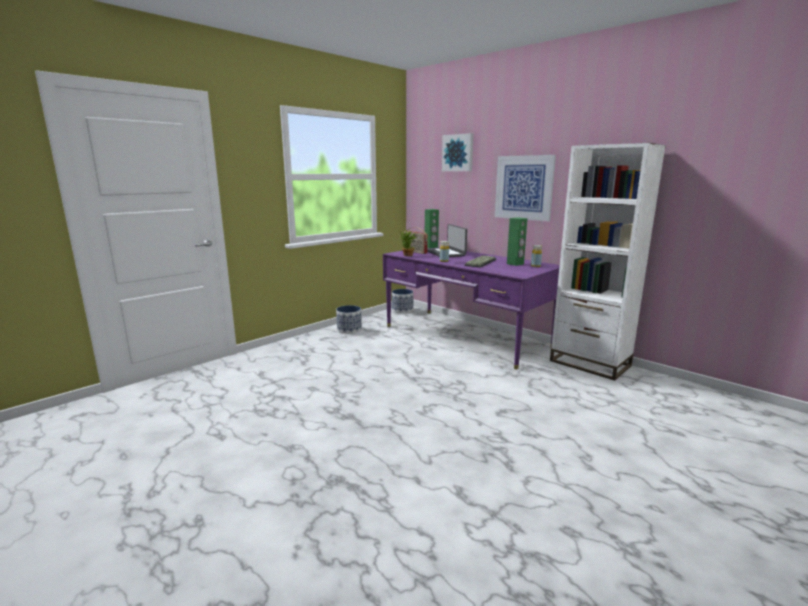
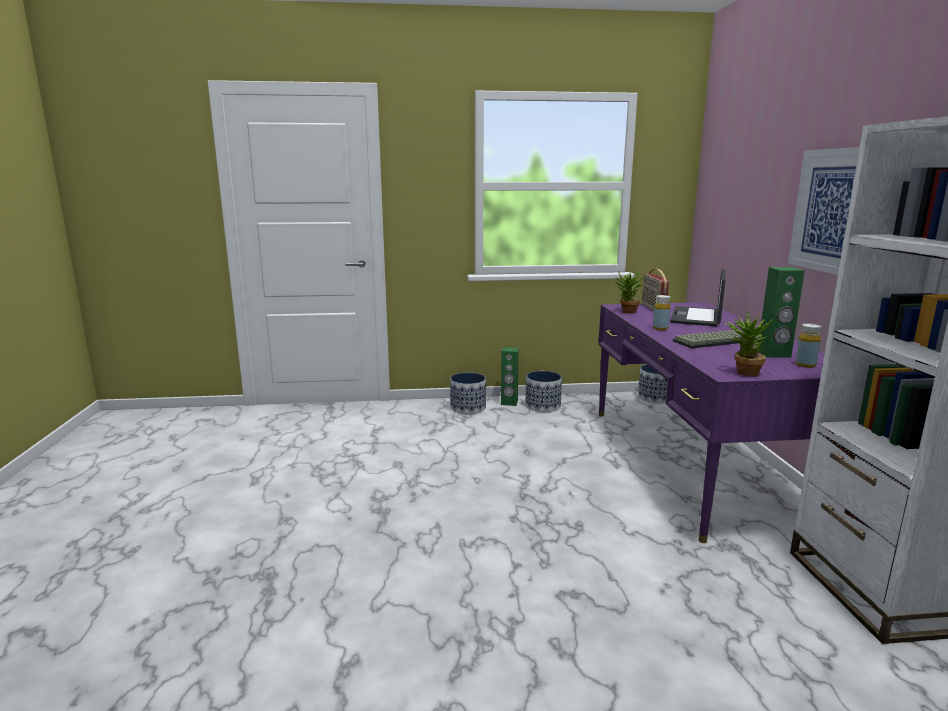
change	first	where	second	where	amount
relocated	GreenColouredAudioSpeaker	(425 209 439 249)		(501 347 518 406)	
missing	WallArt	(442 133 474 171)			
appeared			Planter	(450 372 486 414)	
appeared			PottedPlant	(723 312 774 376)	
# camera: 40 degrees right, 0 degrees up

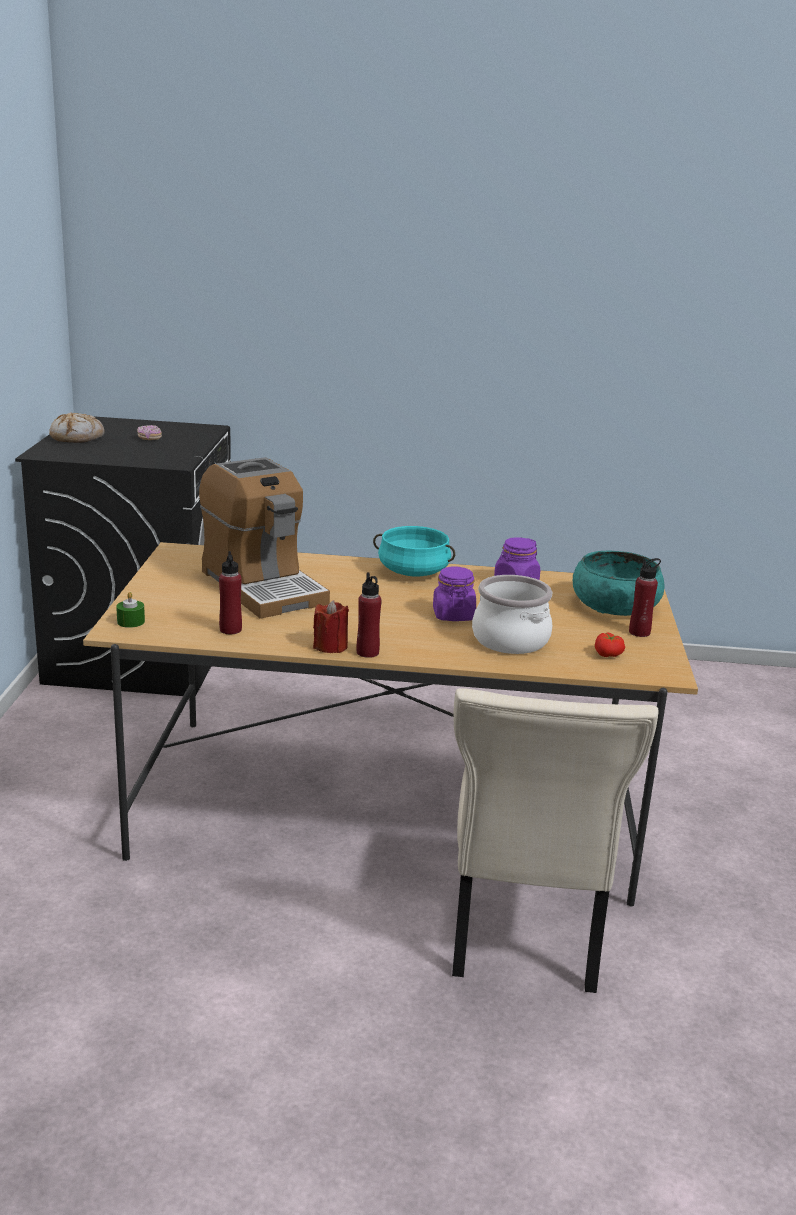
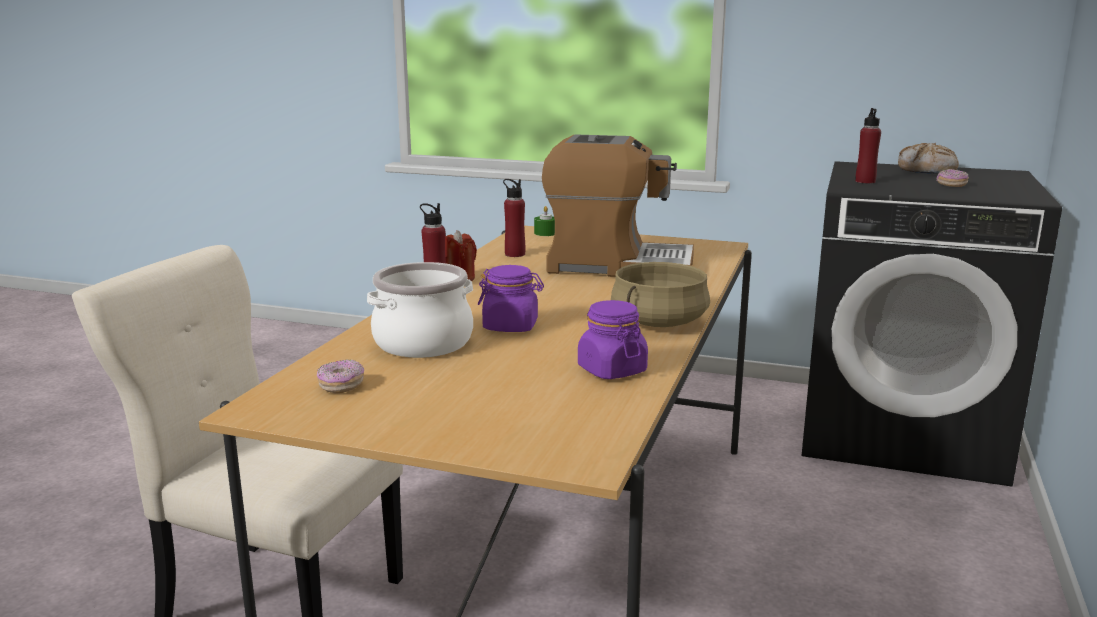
change	first	where	second	where	amount
spun	CoffeeBrewer	(199 457 330 619)		(542 134 694 277)	150 degrees counterclockwise
colour	BlueGreenSaucepot	(373 526 455 577)	BeigeColouredSaucepot	(611 262 710 327)	
missing	BlueGreenServingBowl	(573 550 665 616)			
exchanged	WholeTomato	(595 632 625 657)	Donut	(317 359 364 393)	
relocated	RedBottle	(629 558 661 637)		(855 108 881 184)	
# camera: 105 degrees right, 5 degrees down

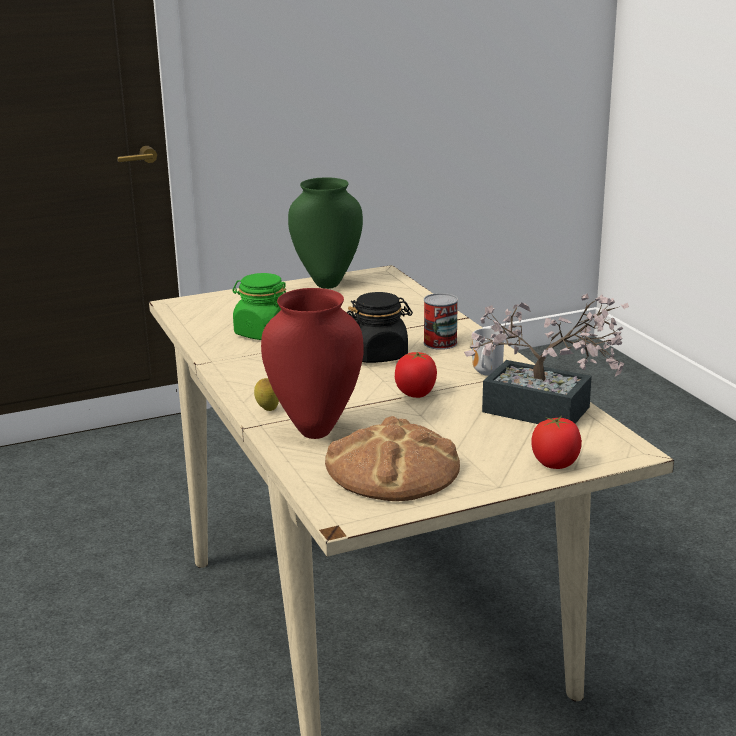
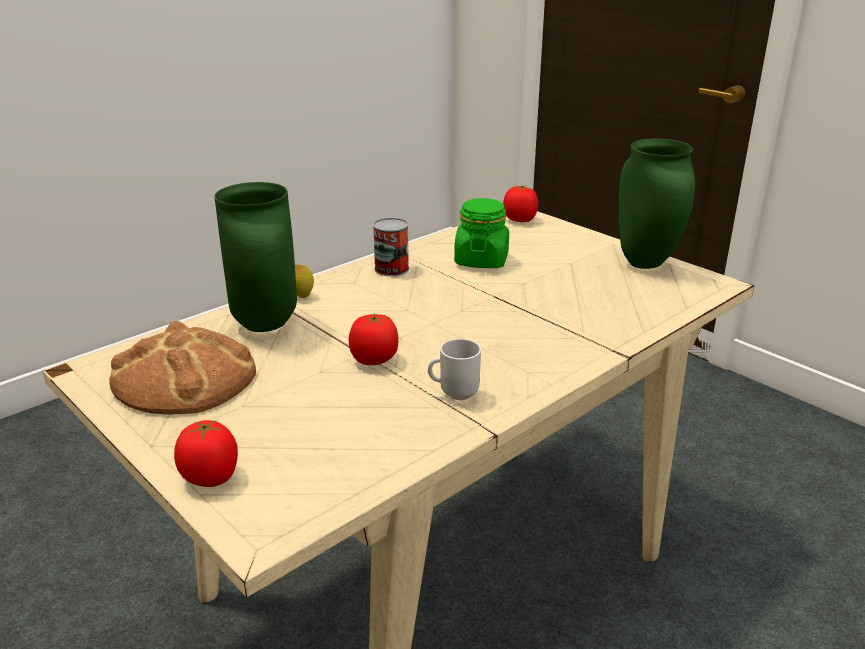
change	first	where	second	where	amount
colour	RedDecorativeVase	(261 288 364 439)	GreenColouredDecorativeVase	(215 182 297 332)	
missing	BlackishPreserveJar	(347 292 413 363)			
relocated	MetalCan	(424 293 458 350)		(373 218 409 276)	
missing	PottedPlant	(464 294 629 424)			
appeared			WholeTomato	(503 185 538 222)	
# camera: 70 degrees right, 5 degrees up

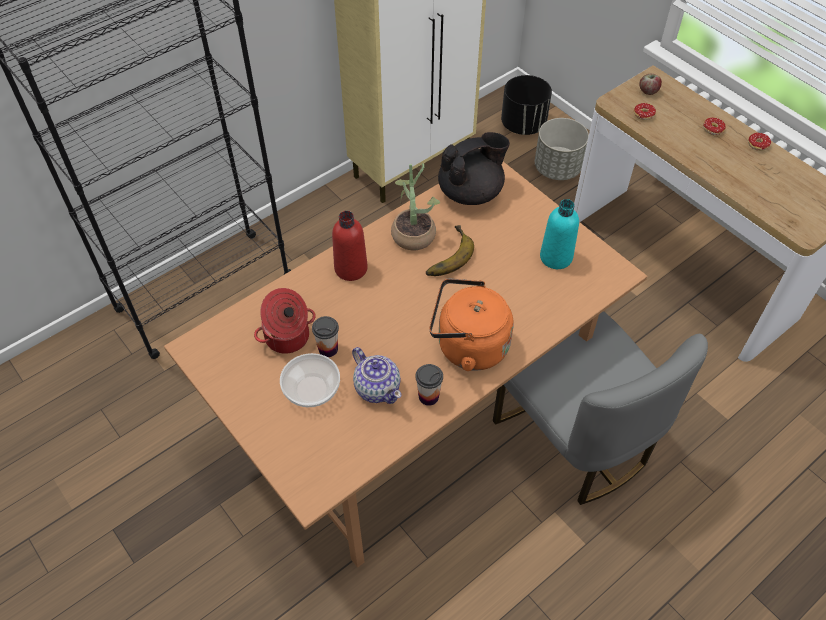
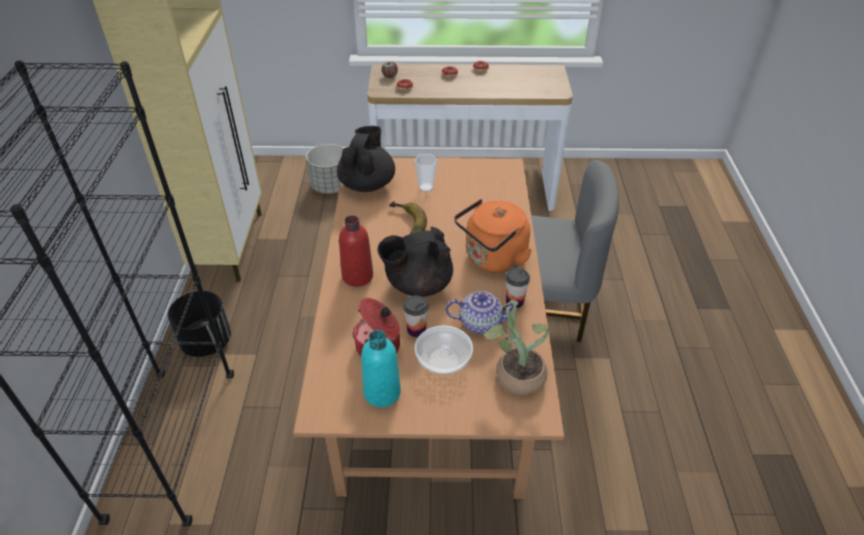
change	first	where	second	where	amount
relocated	PottedPlant	(391 163 440 250)		(482 299 548 395)	
relocated	BlackishPlanter	(501 75 552 135)		(168 291 231 357)	
relocated	BlueGreenBottle	(540 199 579 269)		(361 330 401 407)	
appeared			BlackishTeapot	(377 227 453 297)	
appeared			DrinkingCup	(415 154 437 192)	
# camera: 50 degrees left, 10 degrees down

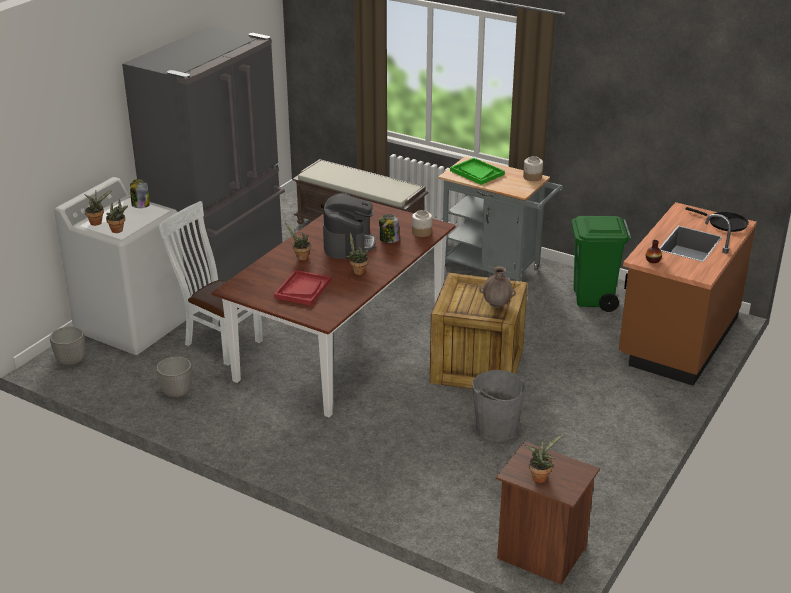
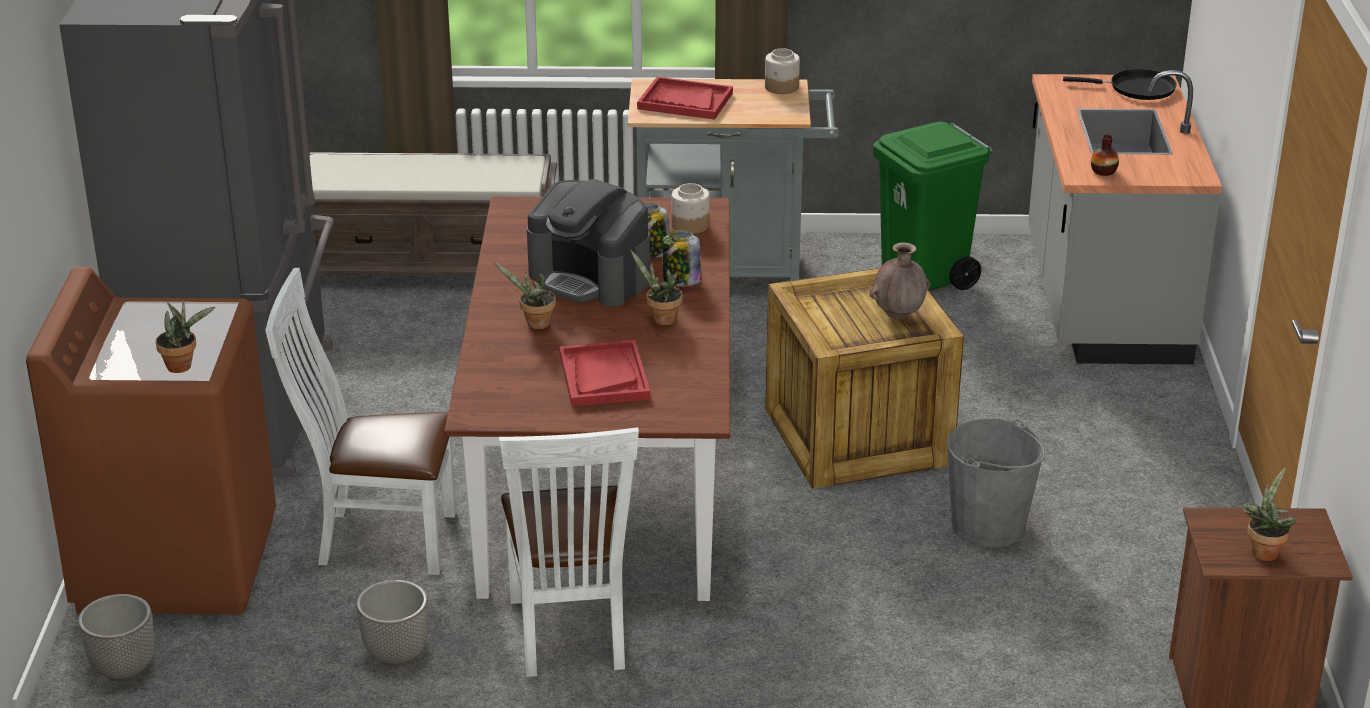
change	first	where	second	where	amount
colour	WhitishWashingMachine	(54 177 186 355)	BrownWashingMachine	(26 267 276 615)	
missing	PottedPlant	(84 190 113 226)			
relocated	PreserveJar	(130 179 150 208)		(662 230 701 286)	
spun	CoffeeBrewer	(323 193 376 259)		(527 179 650 307)	150 degrees clockwise
colour	GreenColouredTray	(450 158 505 185)	RedTray	(637 77 733 120)	
colour	BrownCounter	(619 202 757 386)	GreyishCounter	(1028 70 1222 364)	
appeared			WhitishPlainChair	(499 427 639 677)	
# camera: 30 degrees left, 0 degrees up

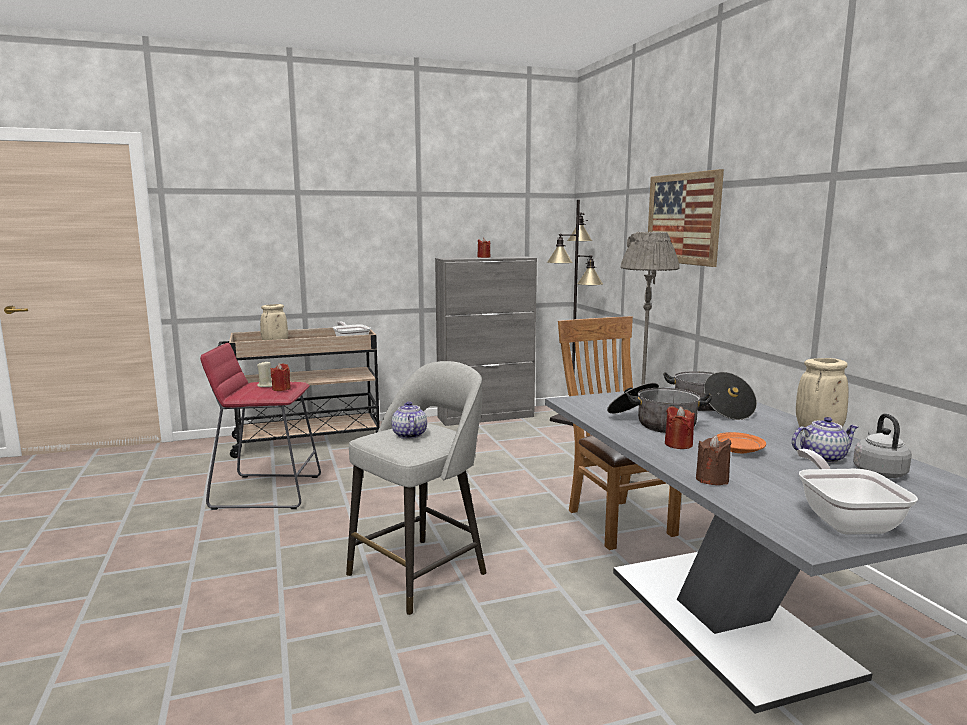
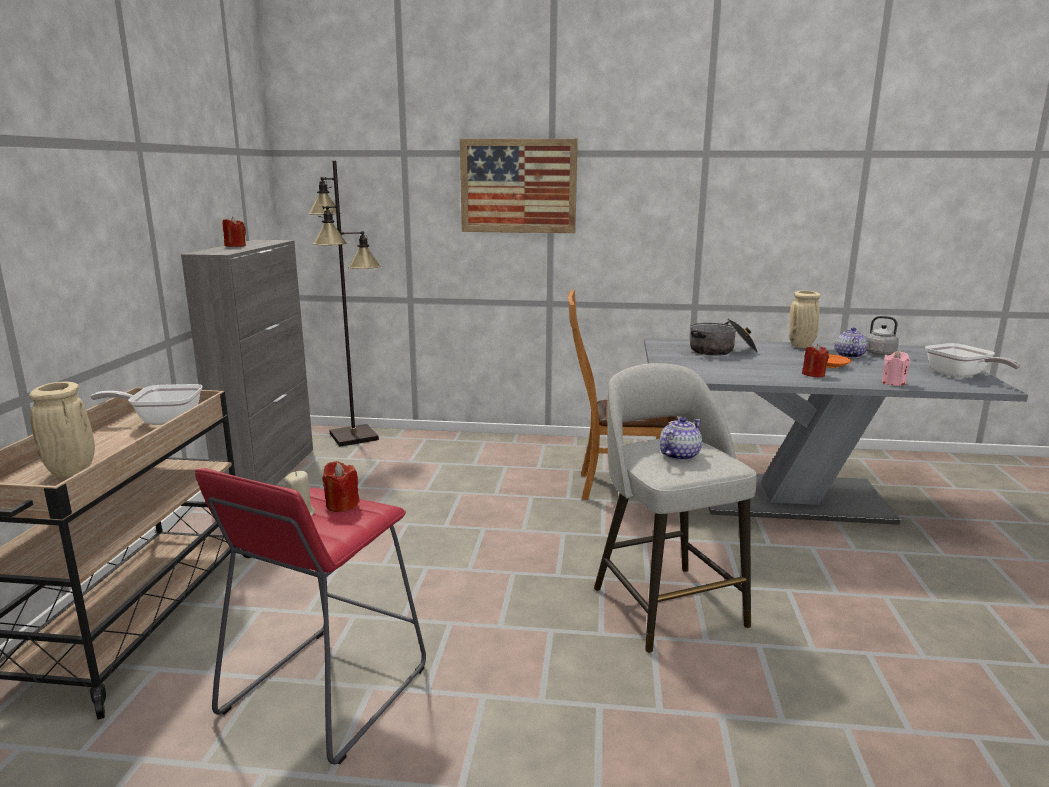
change	first	where	second	where	amount
spun	Teapot	(391 401 427 439)		(660 417 702 461)	120 degrees clockwise
missing	Saucepot	(607 383 712 433)			
missing	GreyishStandingLamp	(620 232 680 483)			
colour	BrownWaxCandle	(696 435 731 485)	PinkColouredWaxCandle	(881 351 910 386)	
spun	Pan	(797 449 918 534)		(925 343 1020 378)	135 degrees counterclockwise
# camera: 65 degrees left, 5 degrees up

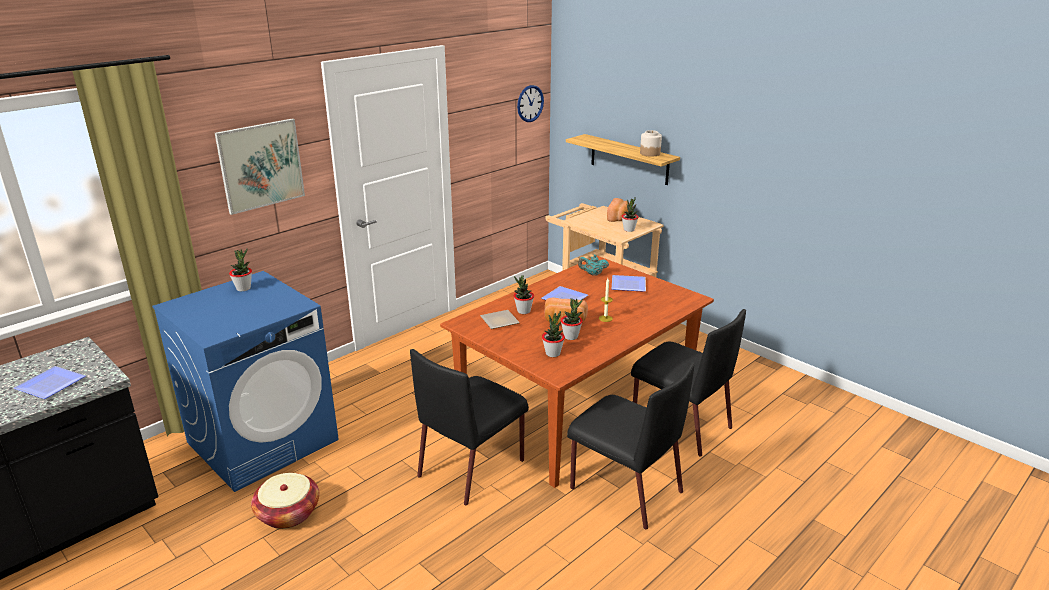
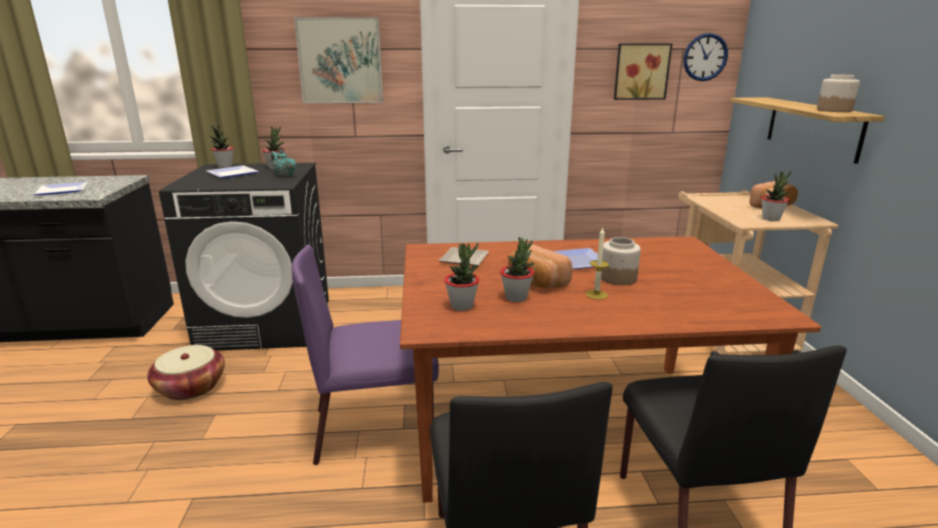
change	first	where	second	where	amount
colour	BlueColouredWashingMachine	(152 271 339 492)	BlackishWashingMachine	(159 163 329 350)	
colour	BlackishPlainChair	(410 349 529 506)	PurplishPlainChair	(291 245 439 465)	
relocated	PottedPlant	(514 275 534 314)		(210 125 234 168)	
relocated	BlueGreenTeapot	(578 254 609 276)		(271 150 297 177)	
relocated	Plate	(612 275 646 292)		(206 165 259 178)	
appeared			PreserveJar	(601 237 641 285)	
appeared			WallArt	(614 43 672 100)	
# camera: 40 degrees right, 5 degrees down

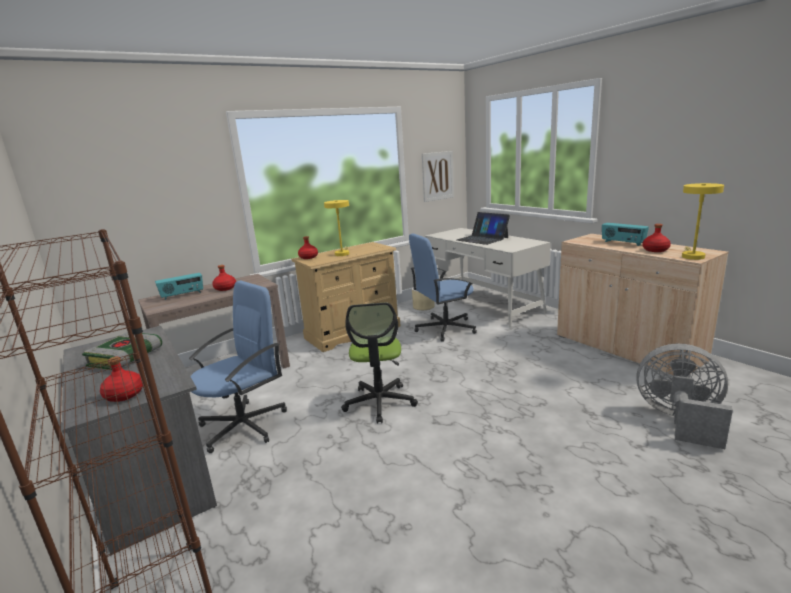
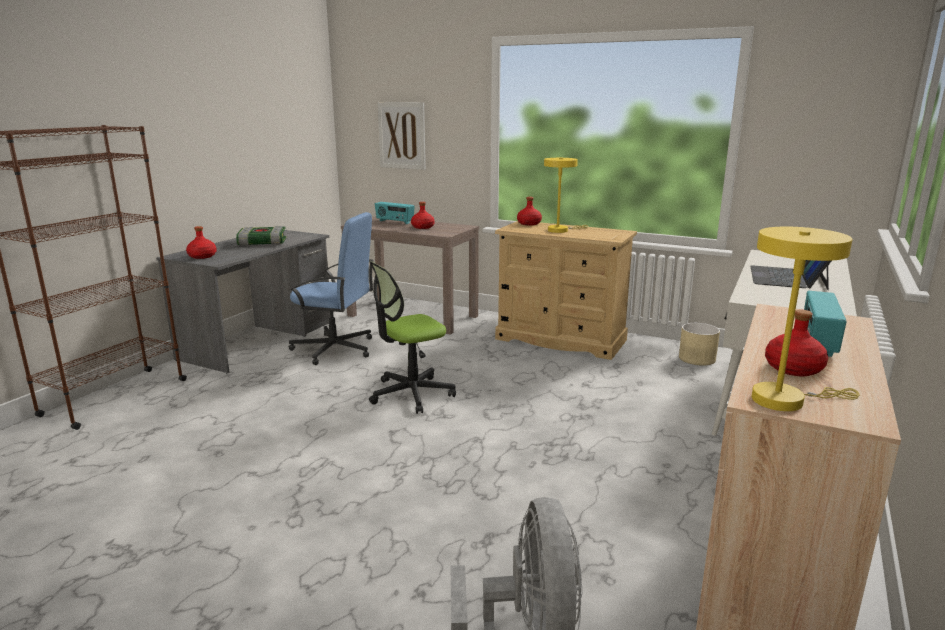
change	first	where	second	where	amount
missing	BlueColouredDeskChair	(409 234 477 342)			
relocated	WallArt	(422 151 454 202)		(377 102 426 170)	
# camera: 60 degrees right, 0 degrees up

